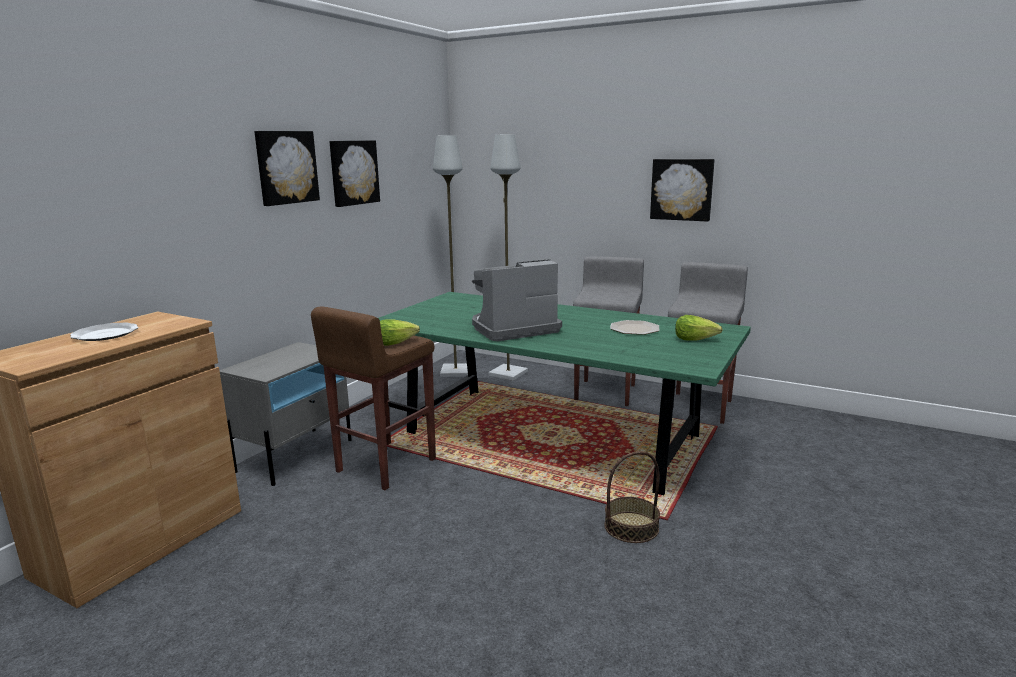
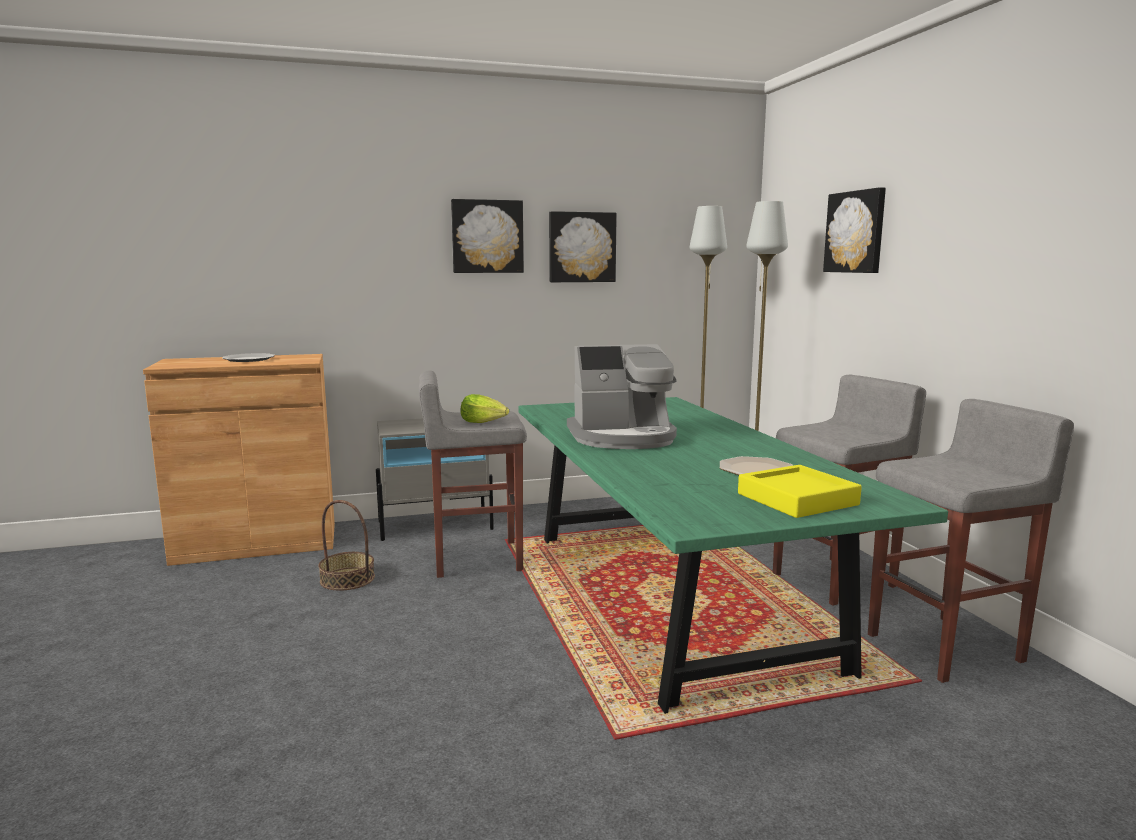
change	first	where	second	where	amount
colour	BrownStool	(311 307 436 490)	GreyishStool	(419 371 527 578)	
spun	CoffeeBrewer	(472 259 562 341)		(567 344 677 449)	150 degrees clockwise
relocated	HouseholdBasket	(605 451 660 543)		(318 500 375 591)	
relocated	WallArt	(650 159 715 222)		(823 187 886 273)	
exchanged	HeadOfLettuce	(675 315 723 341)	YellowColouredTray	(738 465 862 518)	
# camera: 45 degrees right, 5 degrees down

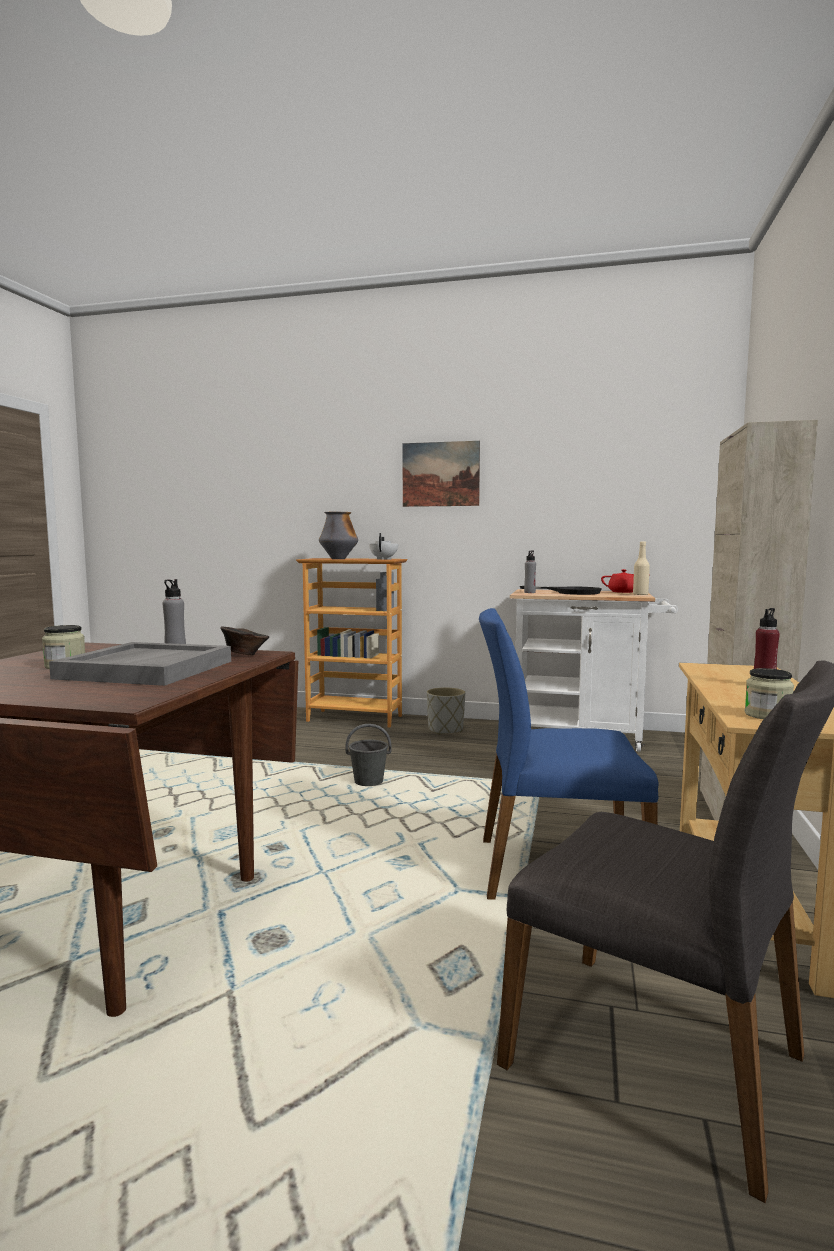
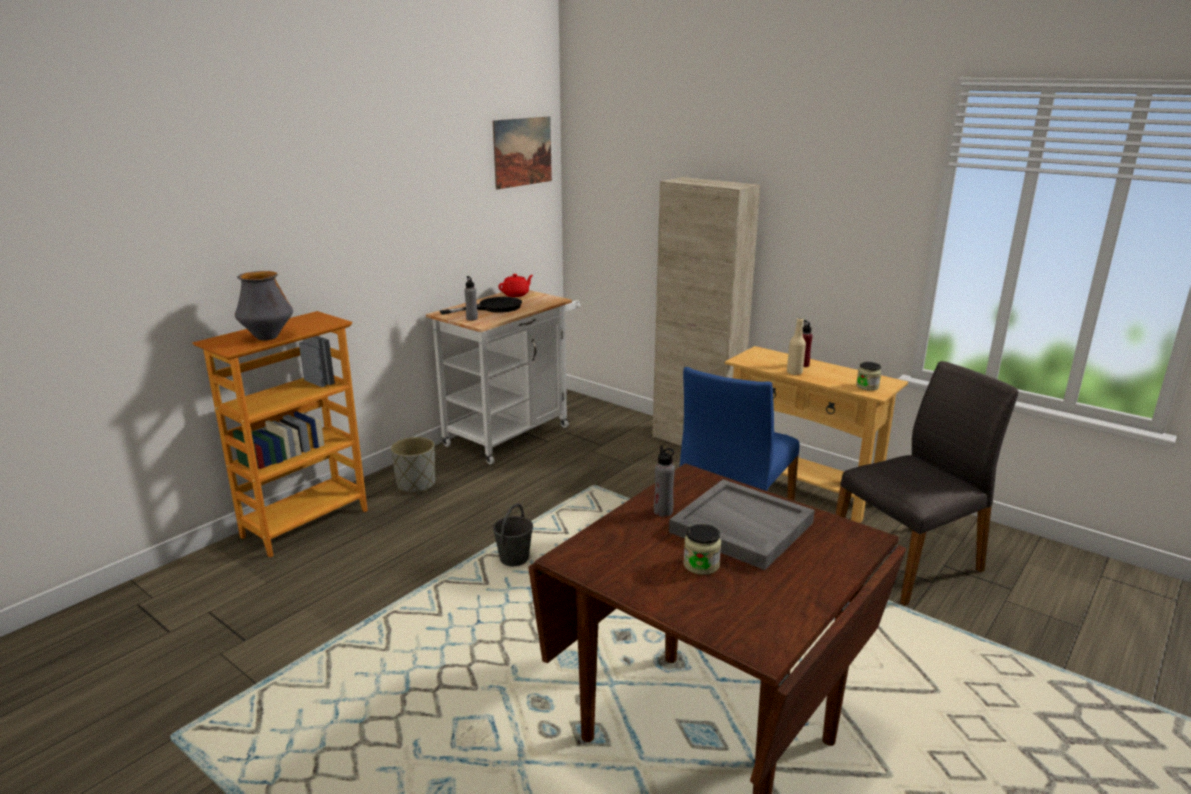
change	first	where	second	where	amount
missing	BrownServingBowl	(220 627 269 656)			
missing	WhitishTeapot	(369 533 398 560)			
relocated	WallArt	(403 441 480 507)		(493 117 552 189)	
relocated	BeigeColouredBottle	(633 542 650 595)		(787 318 806 375)	
# camera: 65 degrees left, 15 degrees up

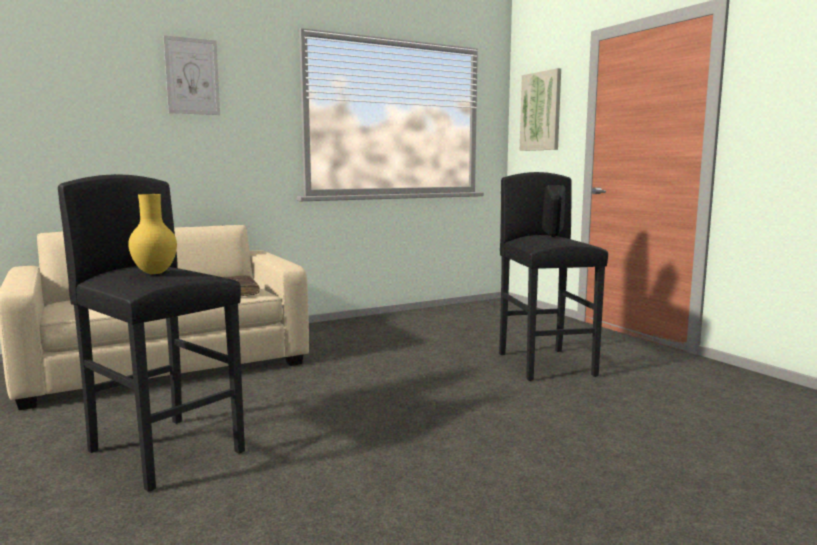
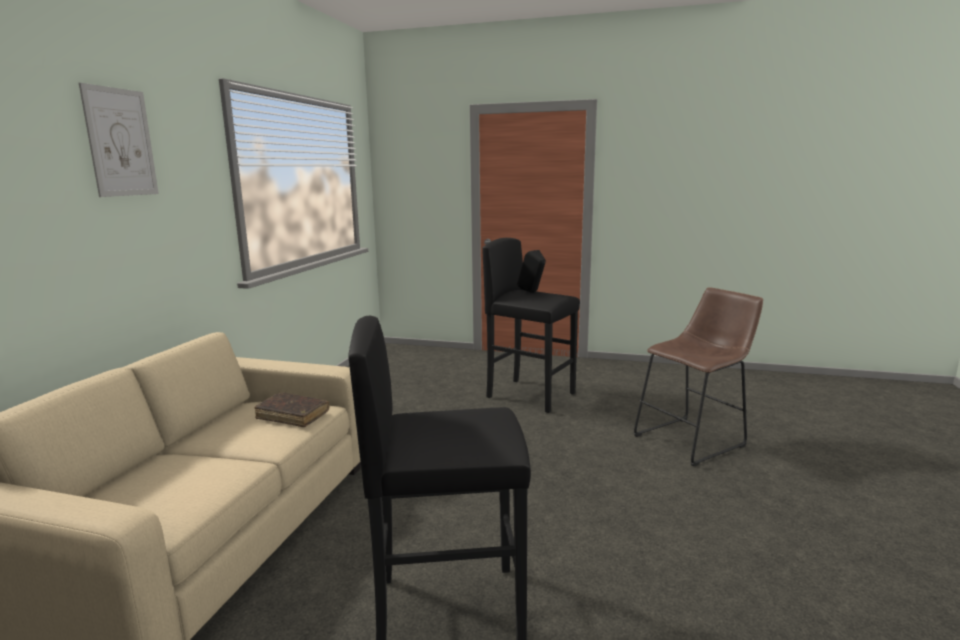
change	first	where	second	where	amount
missing	YellowColouredDecorativeVase	(128 194 177 274)			
missing	WallArt	(520 68 561 151)			
appeared			BrownStool	(634 287 763 467)	
# camera: 45 degrees left, 5 degrees up

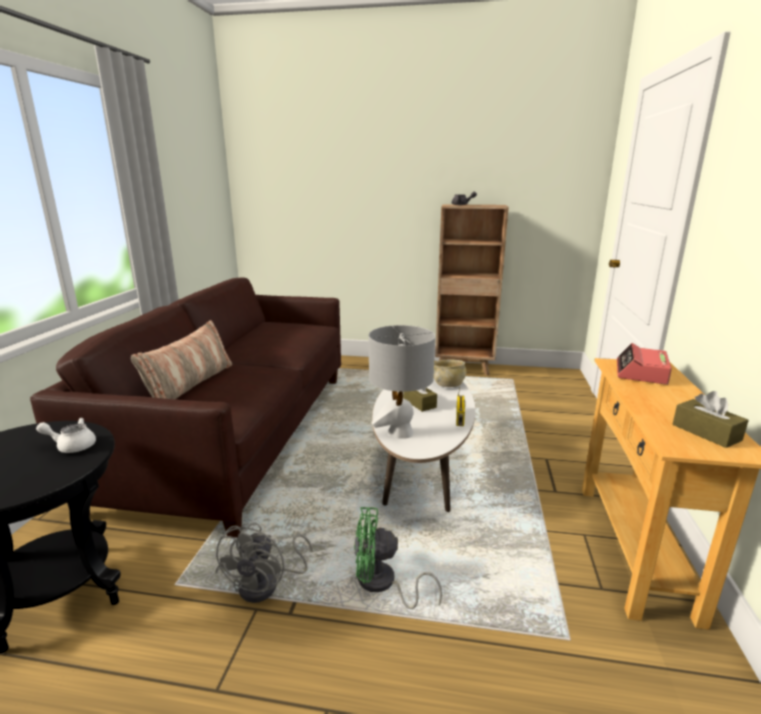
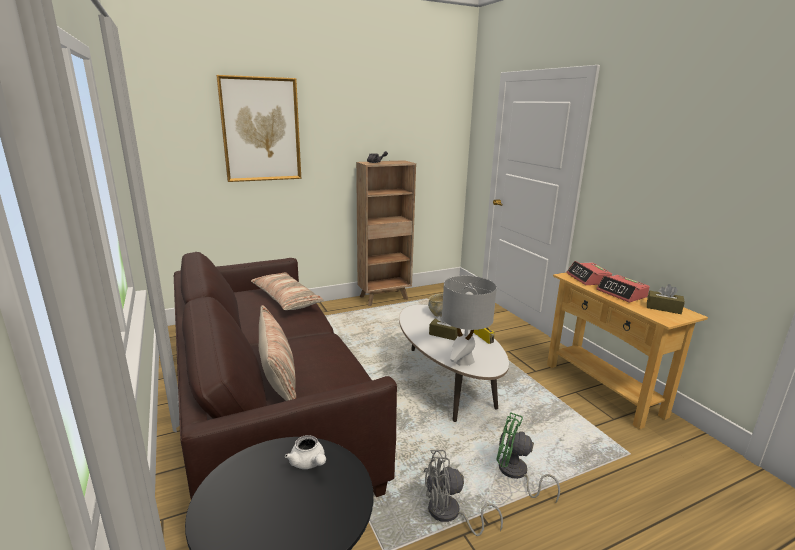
change	first	where	second	where	amount
spun	WhitishTeapot	(36 418 96 453)		(285 435 326 469)	90 degrees counterclockwise
spun	GreyishCoolingFan	(215 522 313 603)		(424 450 503 536)	105 degrees clockwise
spun	GreenColouredCoolingFan	(354 507 442 609)		(496 412 560 503)	60 degrees clockwise
appeared			WallArt	(216 75 301 182)	
appeared			Pillow	(251 272 324 310)	
appeared			BedsideClock	(596 275 650 302)	
# camera: 35 degrees left, 0 degrees up

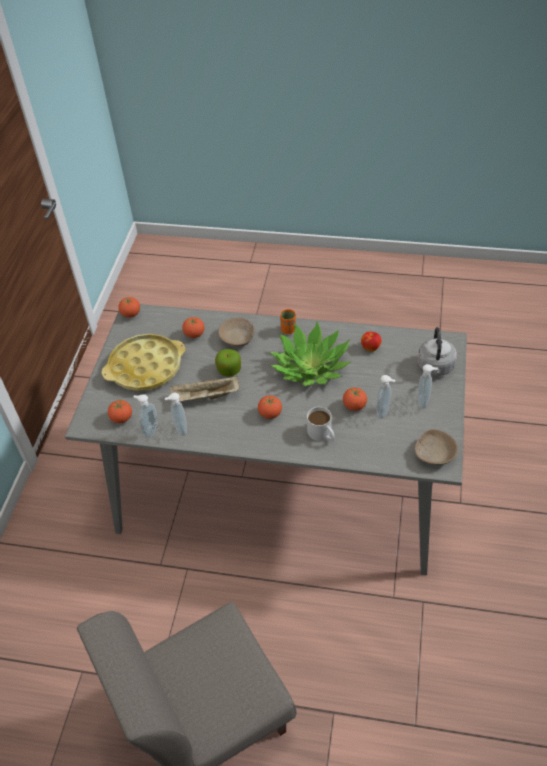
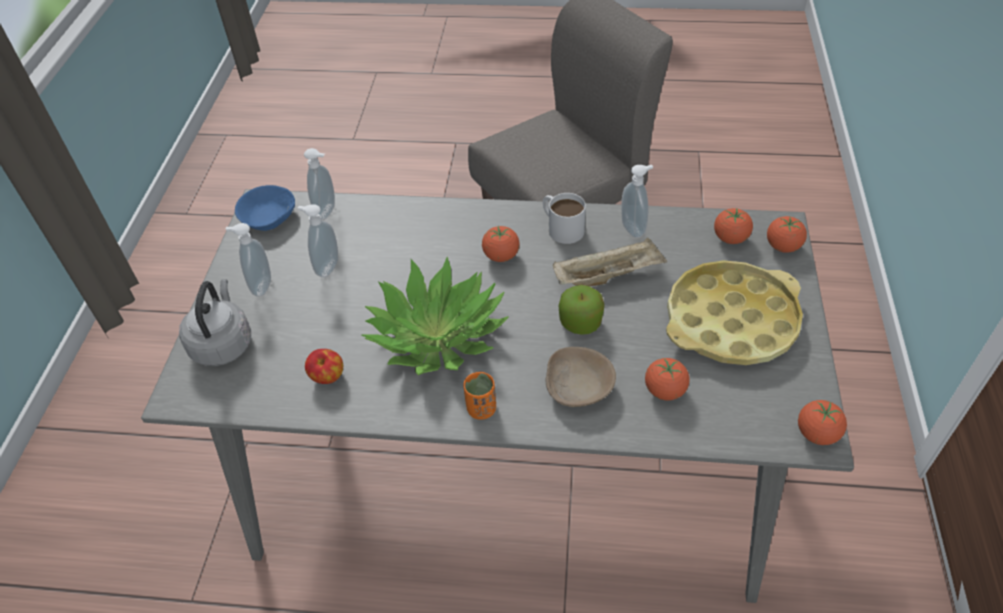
change	first	where	second	where	amount
relocated	SoapBottle	(133 394 158 438)		(304 148 335 220)	
relocated	WhitishTeaMug	(307 407 335 441)		(543 193 586 244)	
relocated	WholeTomato	(343 388 367 411)		(767 216 807 253)	
colour	BeigeColouredServingBowl	(415 429 458 465)	BlueColouredServingBowl	(235 185 295 231)	
# camera: 175 degrees right, 0 degrees up

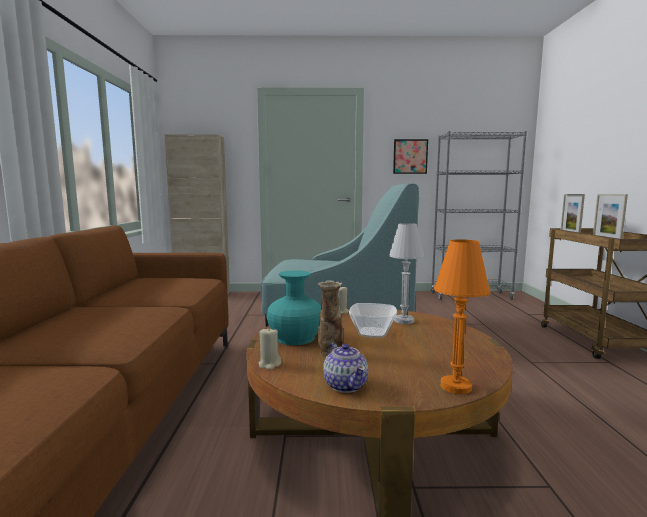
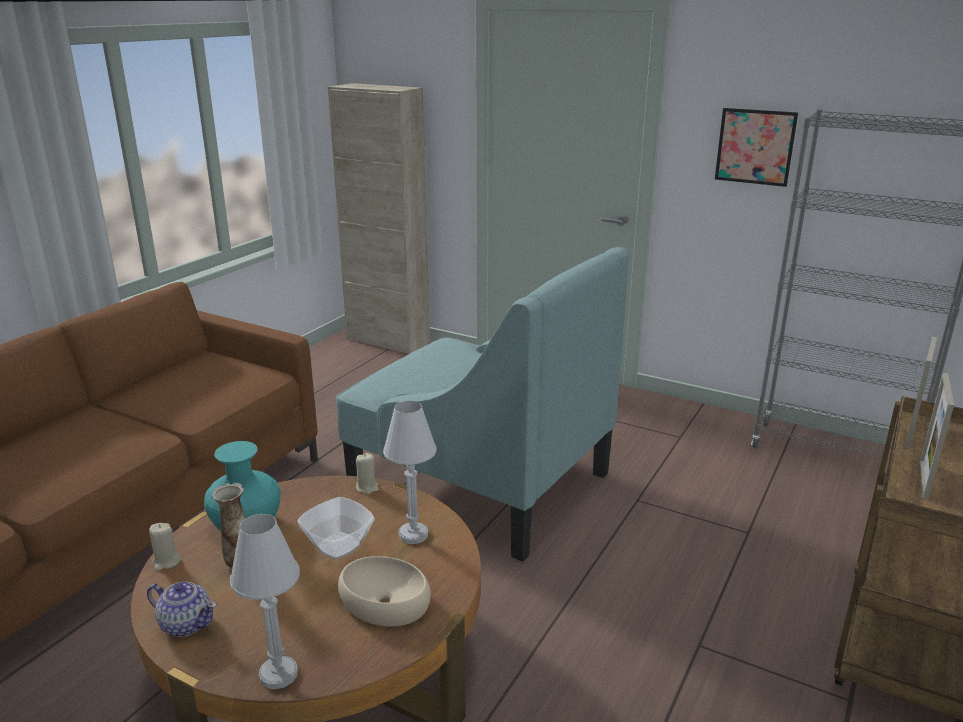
change	first	where	second	where	amount
spun	Teapot	(323 343 368 393)		(147 582 217 637)	75 degrees counterclockwise
colour	OrangeyTabletopLamp	(434 239 491 394)	WhitishTabletopLamp	(230 514 300 689)	
appeared			BeigeColouredServingBowl	(338 556 431 626)	
# camera: 30 degrees right, 15 degrees up

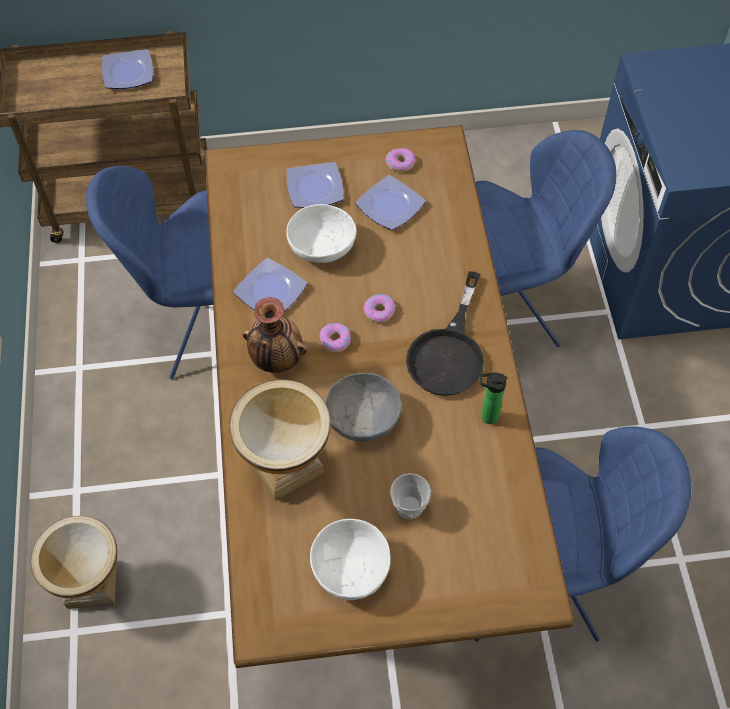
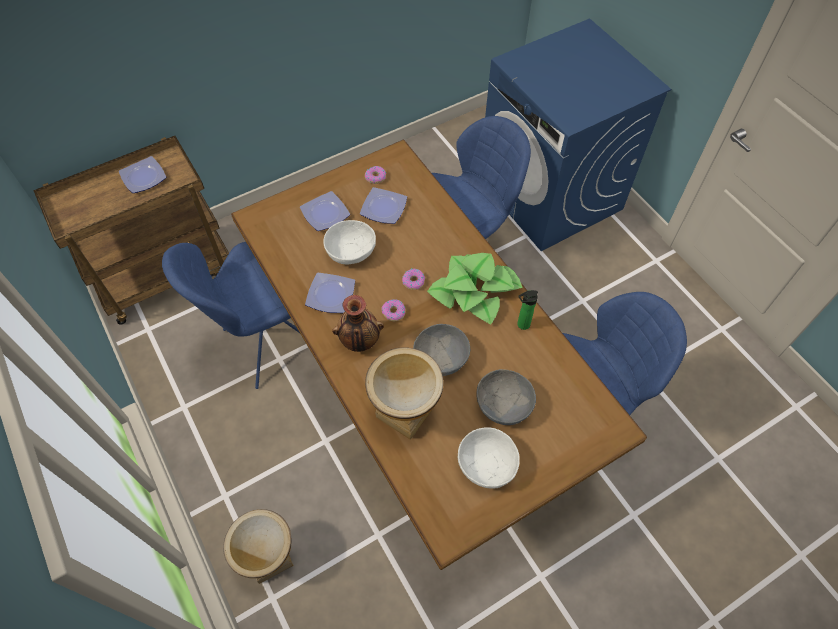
change	first	where	second	where	amount
exchanged	DrinkingCup	(390 473 431 519)	GreyishServingBowl	(476 369 536 425)	
exchanged	BlackishPan	(406 271 484 396)	PottedPlant	(427 253 523 324)	
# camera: 25 degrees left, 0 degrees up

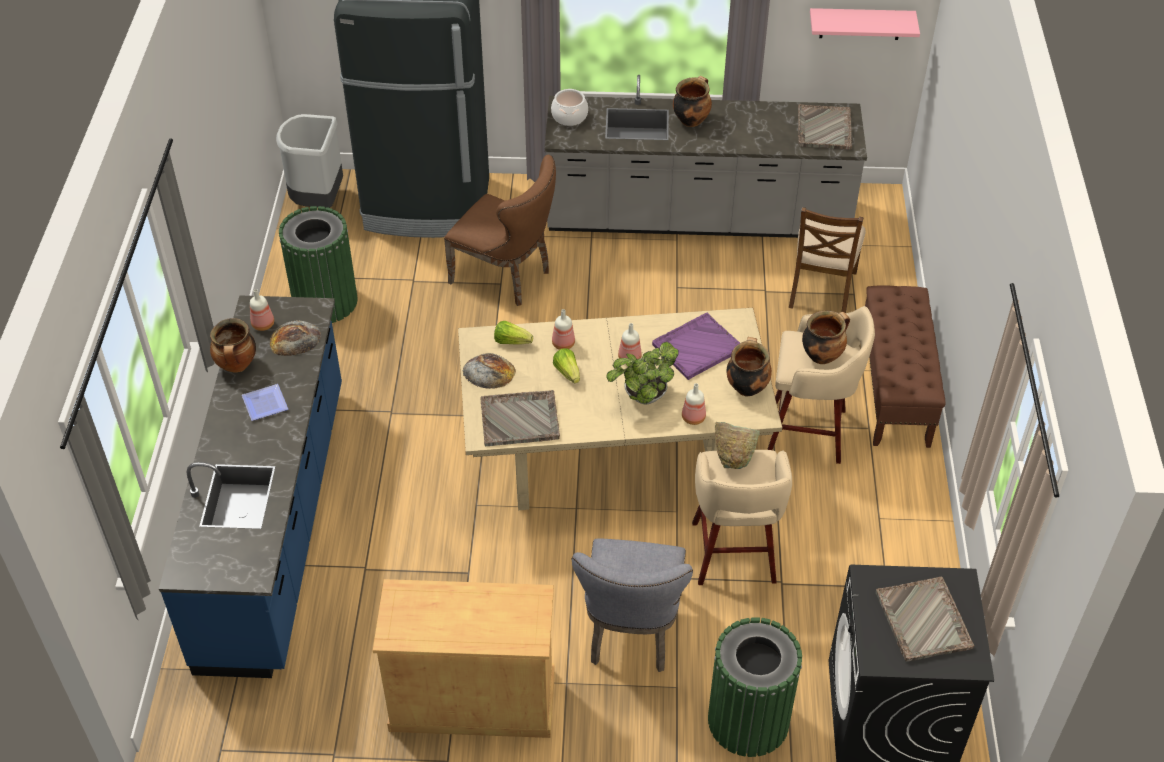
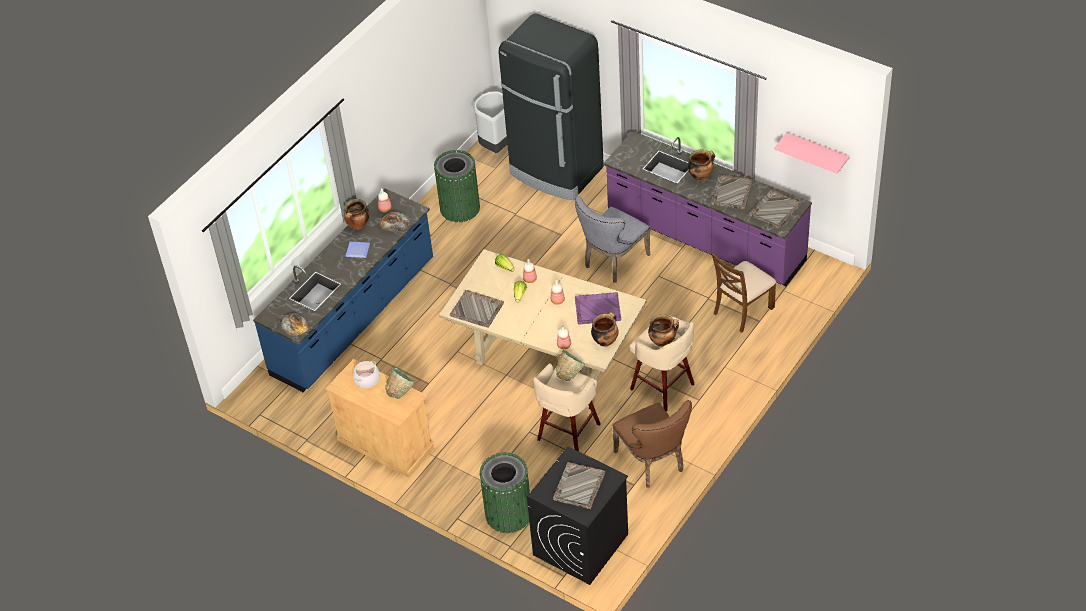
change	first	where	second	where	amount
relocated	BrownPlainChair	(444 155 556 306)		(612 400 692 488)	
relocated	Bread	(462 353 516 389)		(280 313 309 336)	
colour	GreyishCounter	(544 75 867 238)	PurplishCounter	(603 131 812 286)	
relocated	Saucepot	(551 89 588 126)		(353 361 380 388)	
relocated	GreyishPlainChair	(572 538 693 672)		(575 196 651 283)	
missing	PottedPlant	(606 342 679 404)			
missing	BrownLongSeat	(865 286 946 448)			
appeared			GreenColouredServingBowl	(385 367 415 399)	
appeared			GreyishTray	(711 175 753 209)	
# camera: 35 degrees right, 0 degrees up

